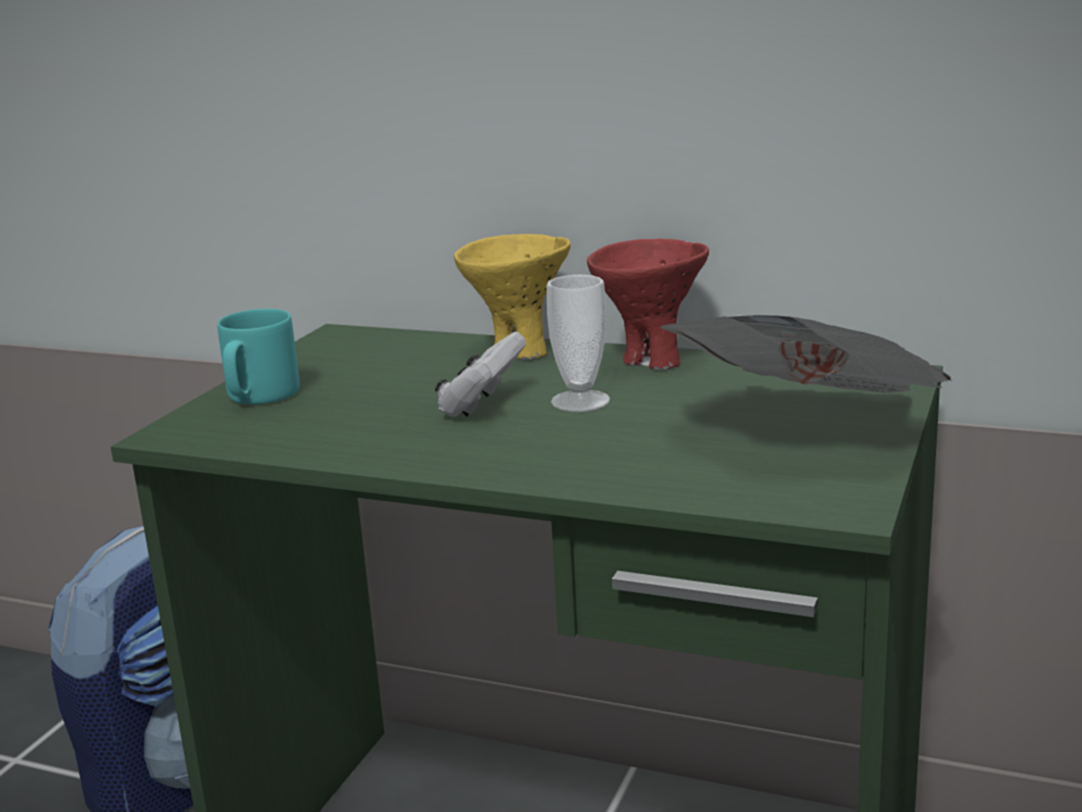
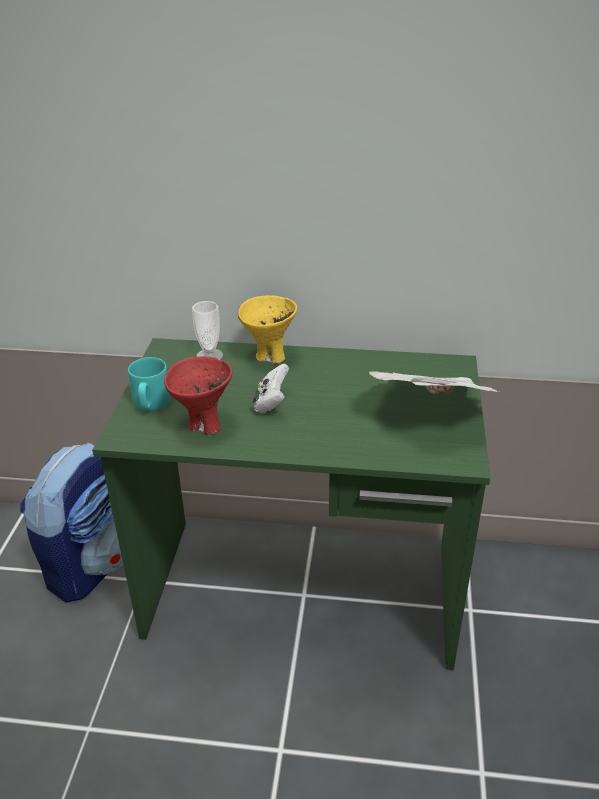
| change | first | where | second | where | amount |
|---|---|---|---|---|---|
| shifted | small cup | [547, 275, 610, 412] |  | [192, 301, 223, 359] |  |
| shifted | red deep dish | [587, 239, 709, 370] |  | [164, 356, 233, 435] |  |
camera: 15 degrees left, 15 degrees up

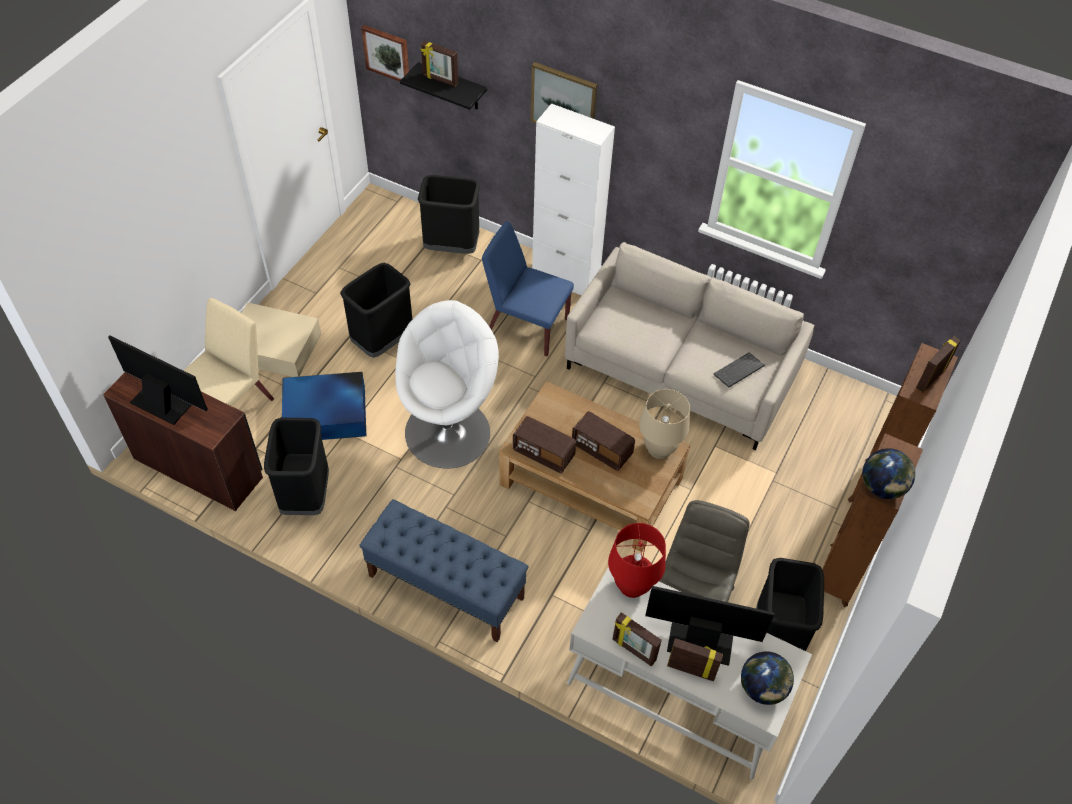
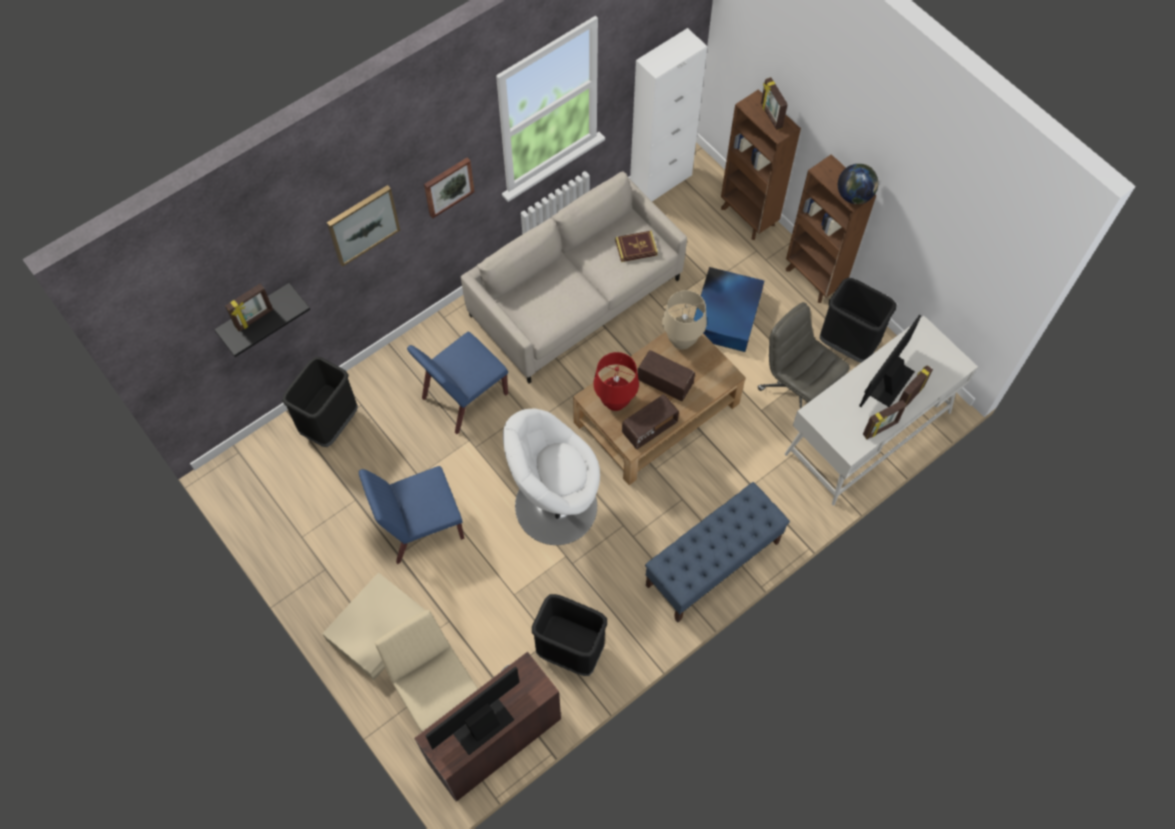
| change | first | where | second | where | amount |
|---|---|---|---|---|---|
| gone | world globe | [741, 652, 794, 705] |  |  |  |
| shifted | blue-coloured storage bin | [282, 372, 366, 440] |  | [693, 267, 764, 352] |  |
| shifted | picture | [361, 25, 409, 81] |  | [424, 157, 474, 218] |  |
| shifted | white cabinet | [532, 103, 615, 296] |  | [630, 28, 707, 201] |  |
| shifted | red table lamp | [608, 523, 666, 598] |  | [594, 352, 639, 411] |  |
| swapped | black-coloured trash can | [340, 263, 412, 358] | blue-coloured plain chair | [359, 466, 464, 564] |  |
| swapped | keyboard | [713, 352, 765, 388] | bound book | [615, 231, 658, 262] |  |
| rotated | white easy chair | [395, 300, 499, 469] |  | [503, 409, 600, 545] | 90 degrees counterclockwise |
| rotated | radio set | [572, 411, 635, 471] |  | [637, 350, 695, 401] | 120 degrees counterclockwise |
camera: 65 degrees left, 10 degrees up

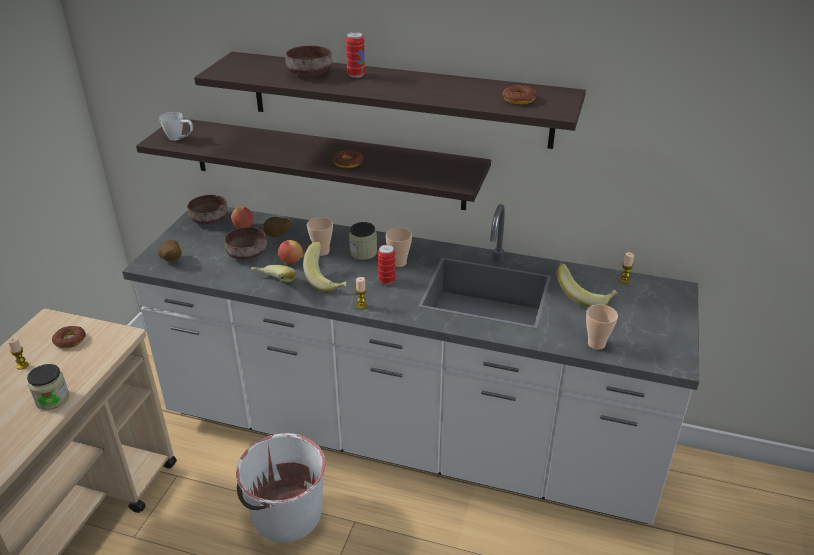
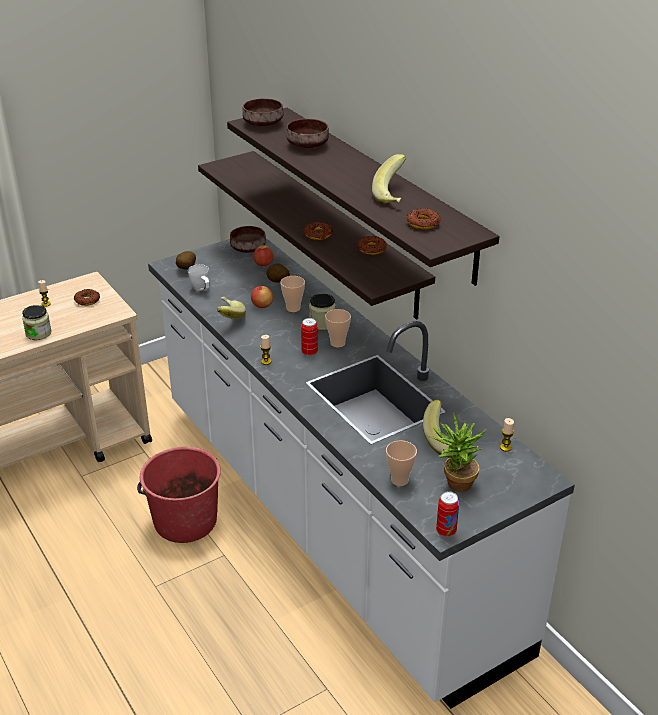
| change | first | where | second | where | amount |
|---|---|---|---|---|---|
| new |  |  | doughnut | [357, 236, 387, 255] |  |
| new |  |  | houseplant | [428, 413, 487, 492] |  |
| shifted | white coffee mug | [159, 112, 193, 141] |  | [188, 264, 210, 291] |  |
| shifted | brown-coloured deep dish | [224, 227, 267, 260] |  | [242, 98, 284, 126] |  |
| shifted | banana | [303, 241, 346, 292] |  | [372, 154, 406, 204] |  |
| shifted | sealed can | [346, 32, 365, 78] |  | [436, 491, 459, 537] |  |
| repainted | white bucket | [236, 433, 326, 543] | red bucket | [137, 447, 221, 543] |  |
camera: 40 degrees right, 0 degrees up

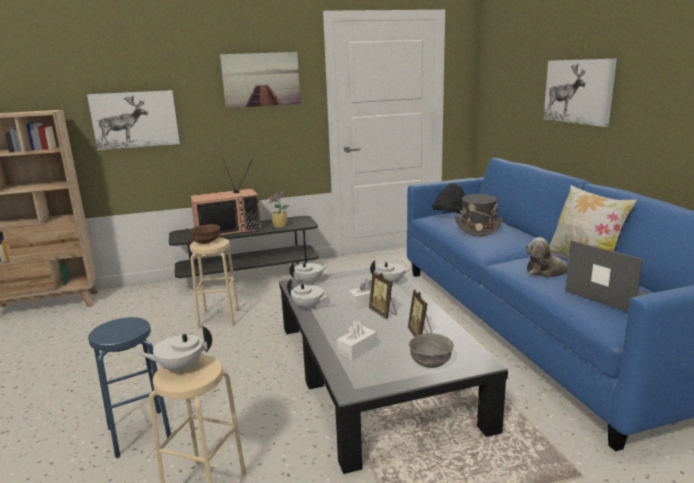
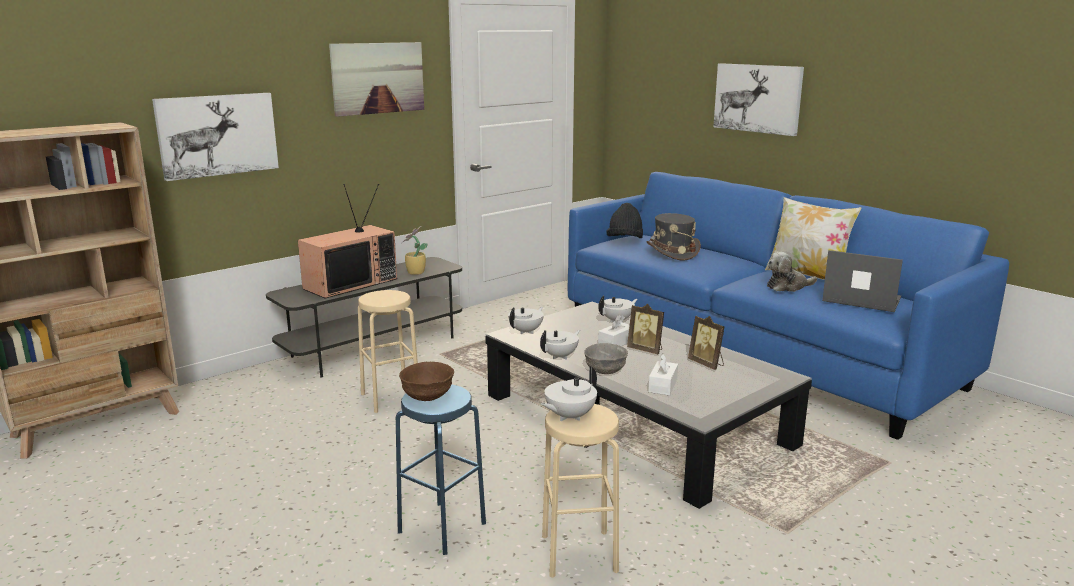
| change | first | where | second | where | amount |
|---|---|---|---|---|---|
| shifted | brown-coloured deep dish | [190, 224, 220, 244] |  | [399, 362, 454, 401] |  |
| shifted | gray deep dish | [409, 333, 454, 368] |  | [584, 343, 628, 374] |  |
| rotated | white tea pot | [287, 279, 330, 311] |  | [540, 330, 580, 360] | 45 degrees counterclockwise |
camera: 25 degrees left, 0 degrees up

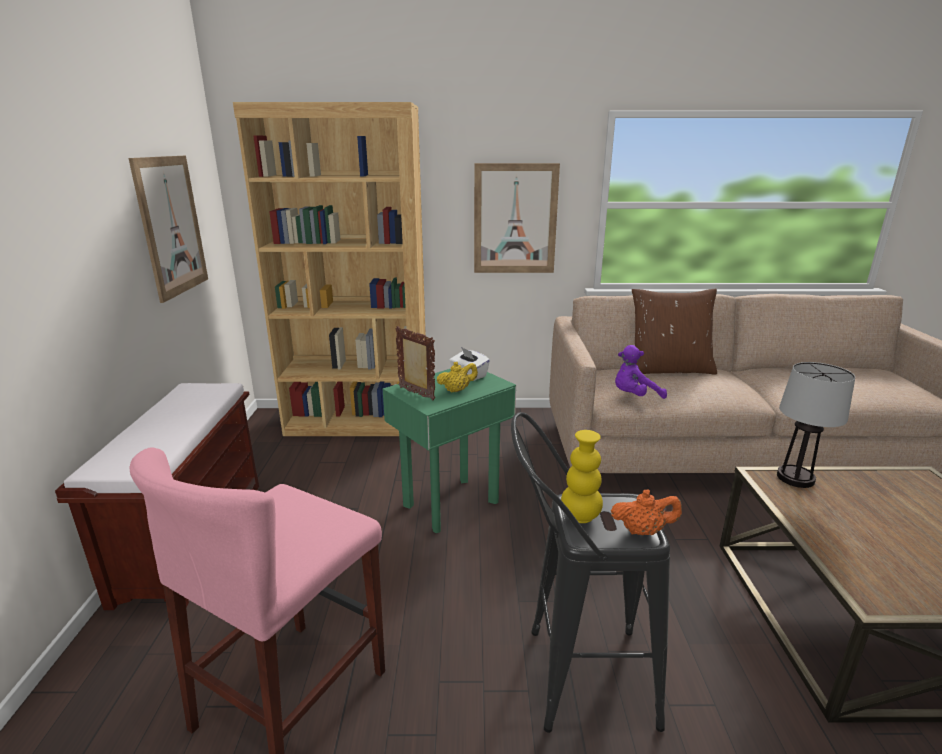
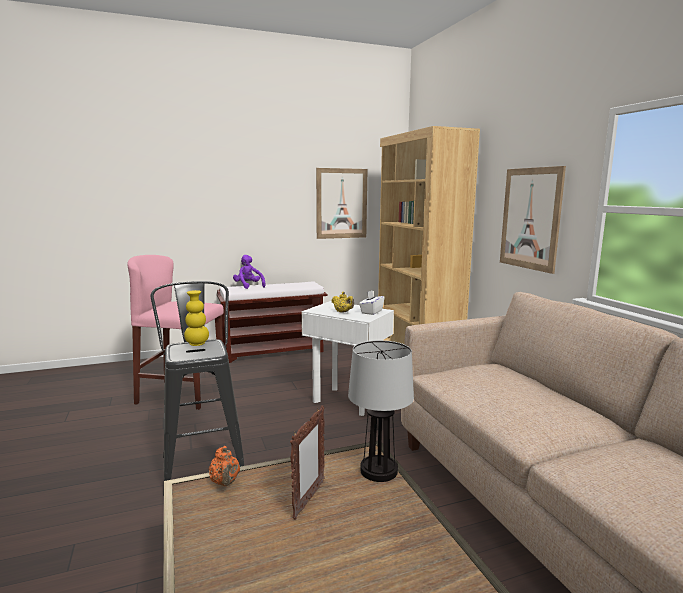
| change | first | where | second | where | amount |
|---|---|---|---|---|---|
| gone | brown-coloured cushion | [632, 289, 717, 374] |  |  |  |
| shifted | photo frame | [395, 326, 435, 400] |  | [290, 405, 325, 520] |  |
| shifted | orangey tea pot | [611, 490, 682, 535] |  | [209, 446, 240, 486] |  |
| shifted | purplish plush toy | [615, 345, 667, 399] |  | [233, 255, 266, 289] |  |
| repainted | greenish side table | [383, 369, 516, 533] | white side table | [301, 301, 394, 416] |  |
camera: 70 degrees right, 10 degrees down

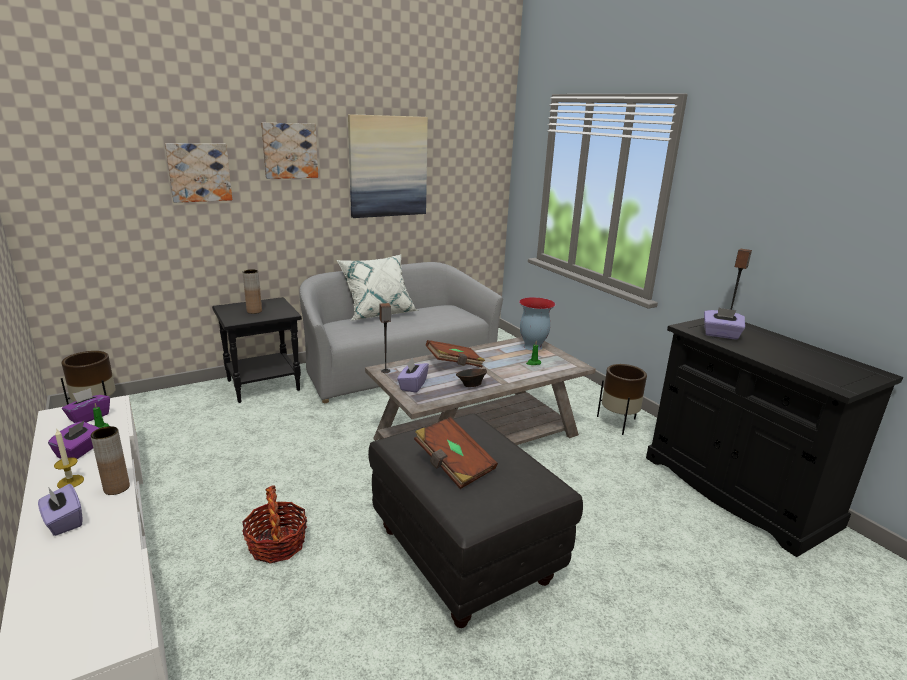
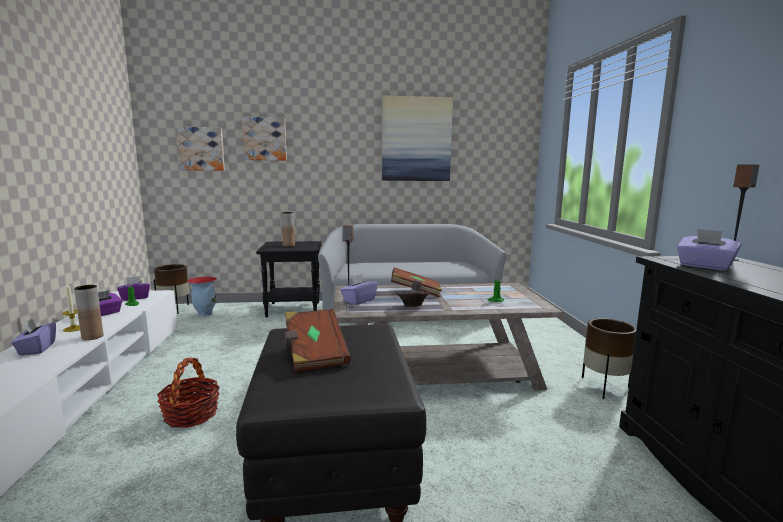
| change | first | where | second | where | amount |
|---|---|---|---|---|---|
| gone | white cushion | [337, 255, 419, 320] |  |  |  |
| shifted | picture | [261, 123, 318, 179] |  | [177, 127, 225, 170] |  |
| shifted | vase | [519, 297, 556, 351] |  | [187, 276, 217, 317] |  |
camera: 25 degrees right, 10 degrees down

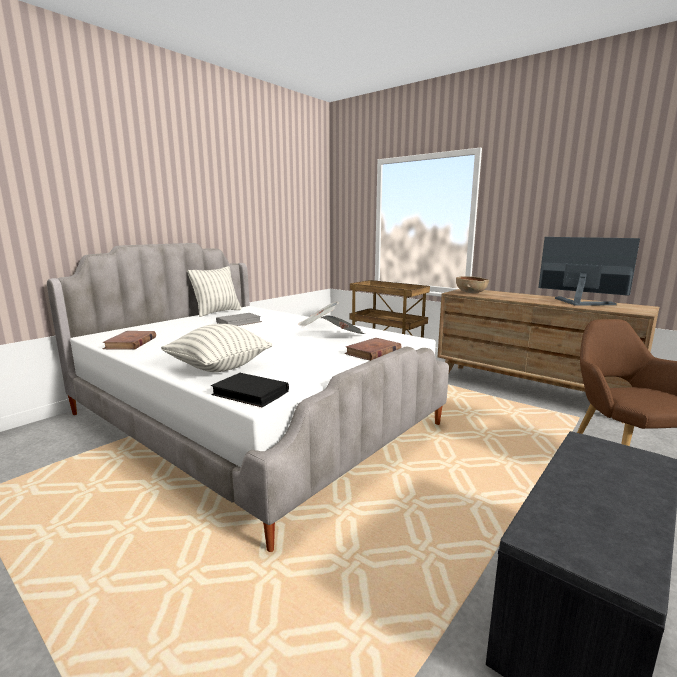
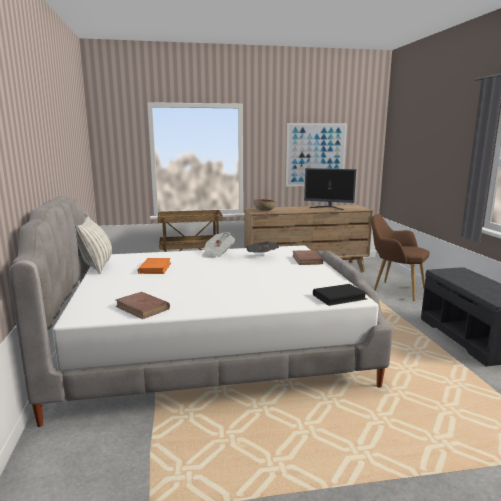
| change | first | where | second | where | amount |
|---|---|---|---|---|---|
| gone | cushion | [161, 324, 272, 372] |  |  |  |
| new |  |  | picture | [286, 123, 347, 187] |  |
| repainted | gray bound book | [216, 313, 262, 326] | orangey bound book | [138, 258, 171, 274] |  |
| rotated | monitor | [538, 237, 640, 306] |  | [304, 168, 356, 210] | 150 degrees counterclockwise |
camera: 50 degrees left, 0 degrees up

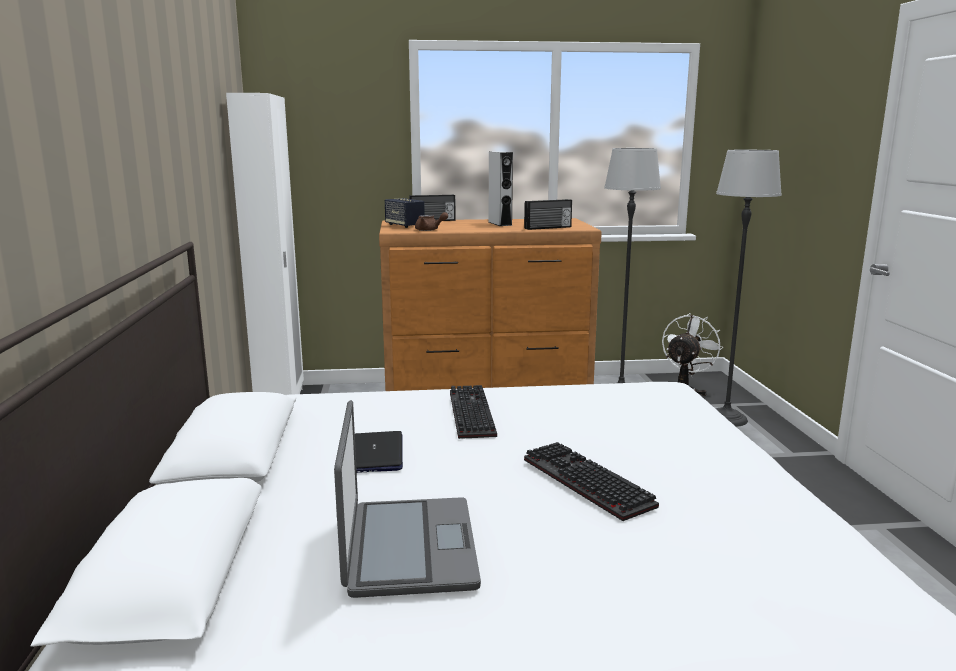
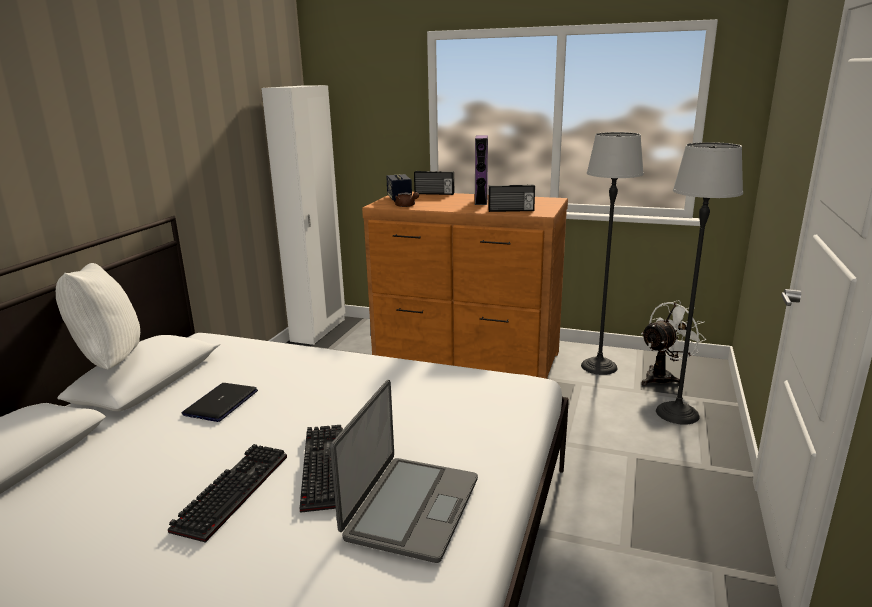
| change | first | where | second | where | amount |
|---|---|---|---|---|---|
| new |  |  | white cushion | [56, 263, 140, 369] |  |
| shifted | laptop | [334, 400, 481, 598] |  | [330, 380, 478, 563] |  |
| shifted | keyboard | [450, 385, 497, 439] |  | [168, 444, 287, 543] |  |
| repainted | gray speaker | [489, 151, 513, 226] | purplish speaker | [475, 135, 488, 205] |  |
camera: 25 degrees right, 5 degrees up

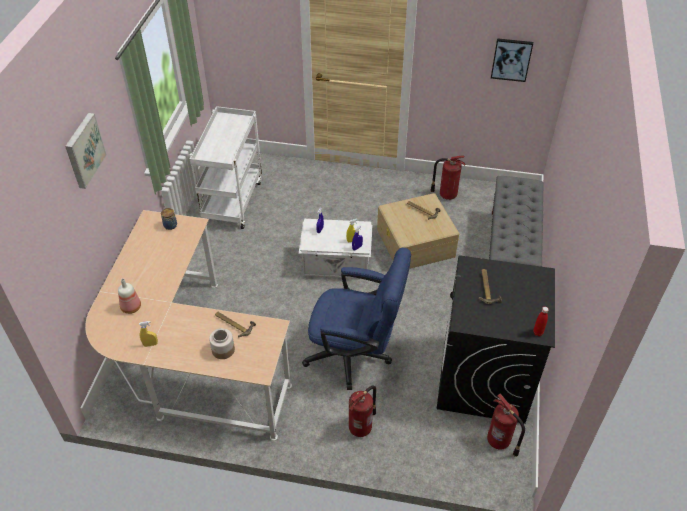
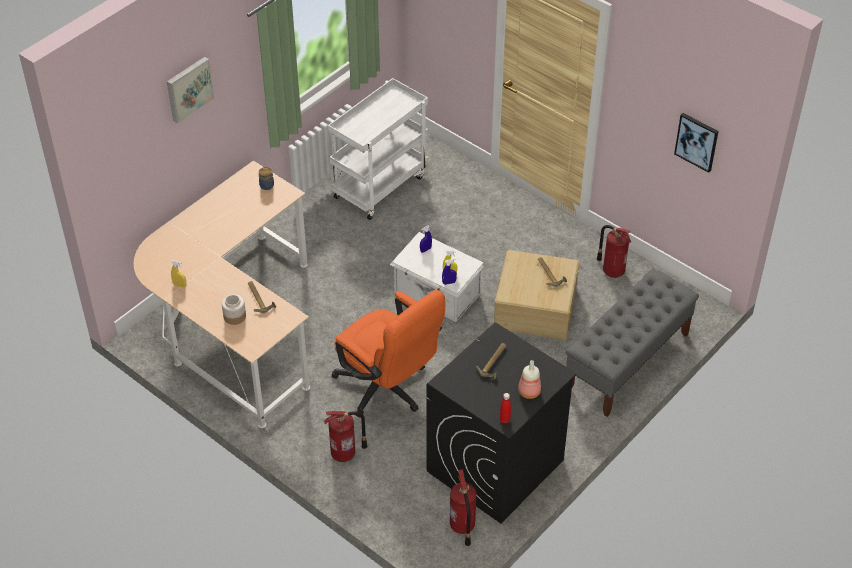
| change | first | where | second | where | amount |
|---|---|---|---|---|---|
| shifted | beverage bottle | [118, 278, 141, 314] |  | [518, 360, 541, 399] |  |
| repainted | blue-coloured office chair | [302, 247, 411, 390] | orangey office chair | [331, 290, 446, 418] |  |
camera: 30 degrees right, 0 degrees up

